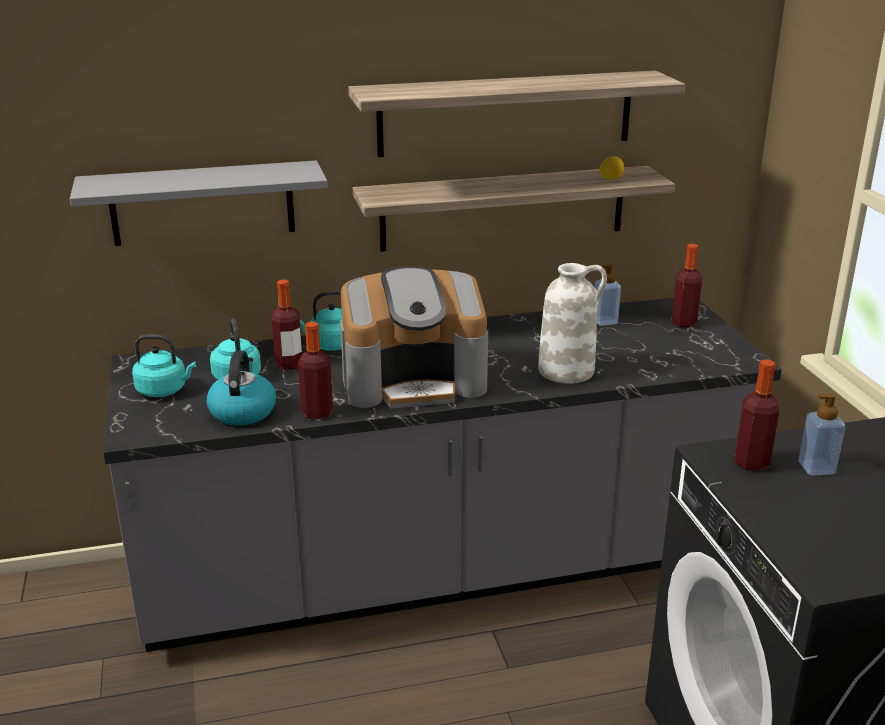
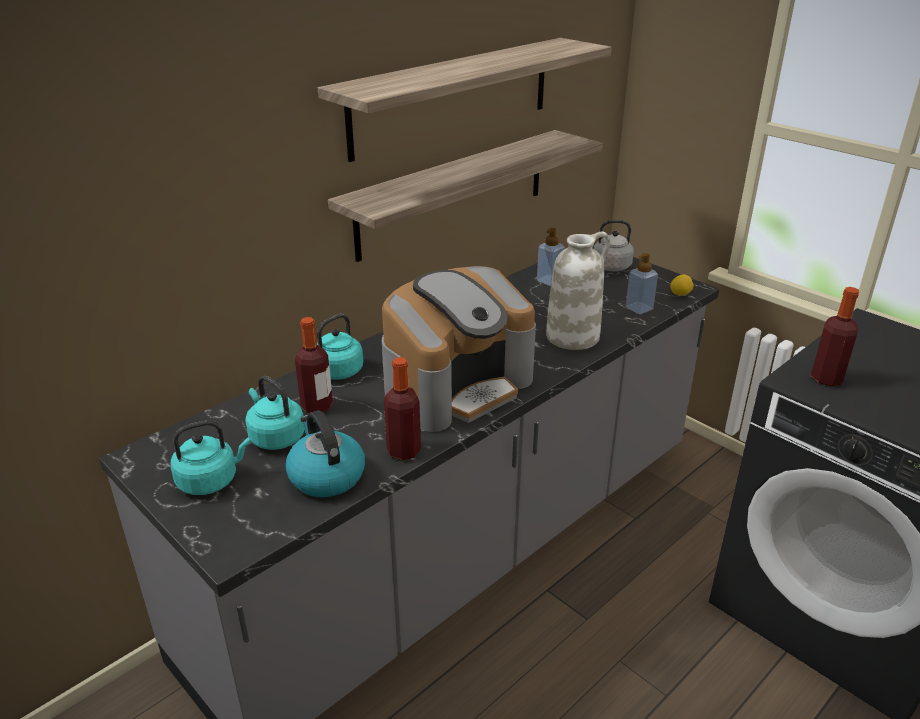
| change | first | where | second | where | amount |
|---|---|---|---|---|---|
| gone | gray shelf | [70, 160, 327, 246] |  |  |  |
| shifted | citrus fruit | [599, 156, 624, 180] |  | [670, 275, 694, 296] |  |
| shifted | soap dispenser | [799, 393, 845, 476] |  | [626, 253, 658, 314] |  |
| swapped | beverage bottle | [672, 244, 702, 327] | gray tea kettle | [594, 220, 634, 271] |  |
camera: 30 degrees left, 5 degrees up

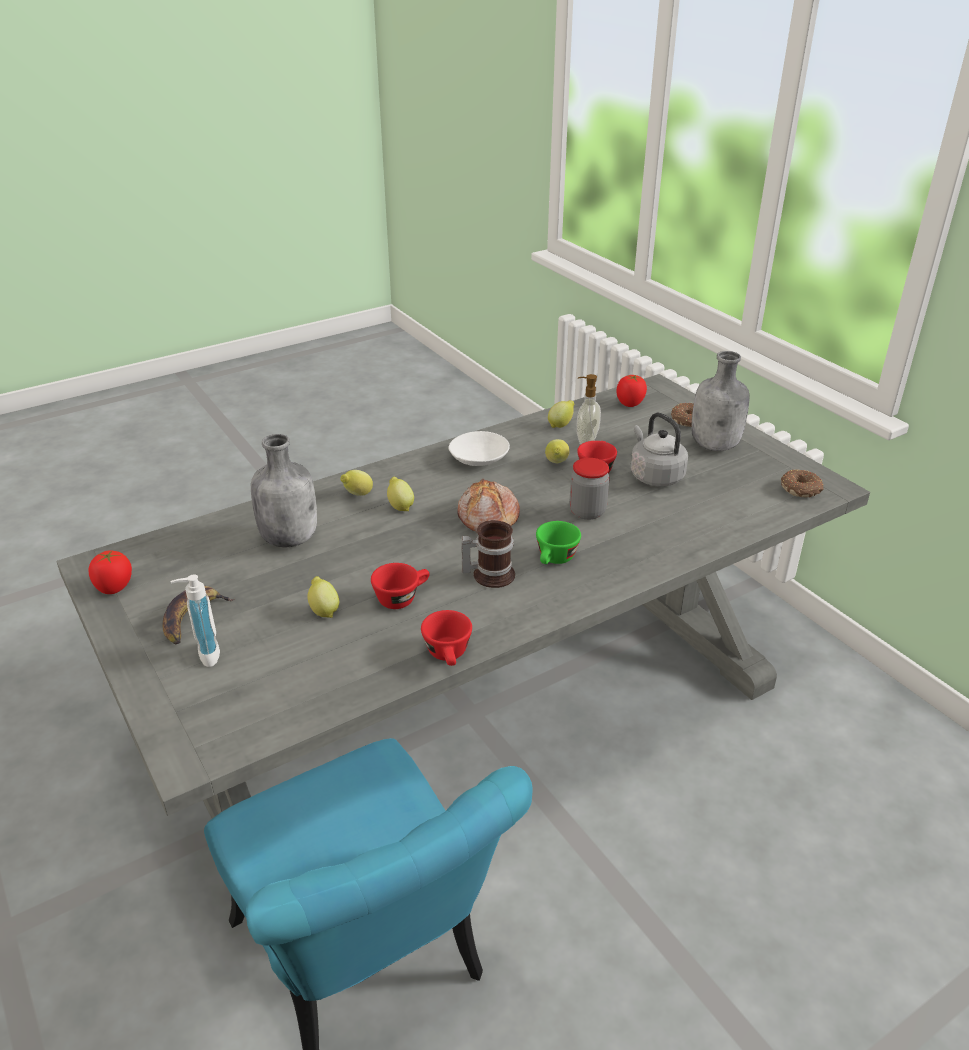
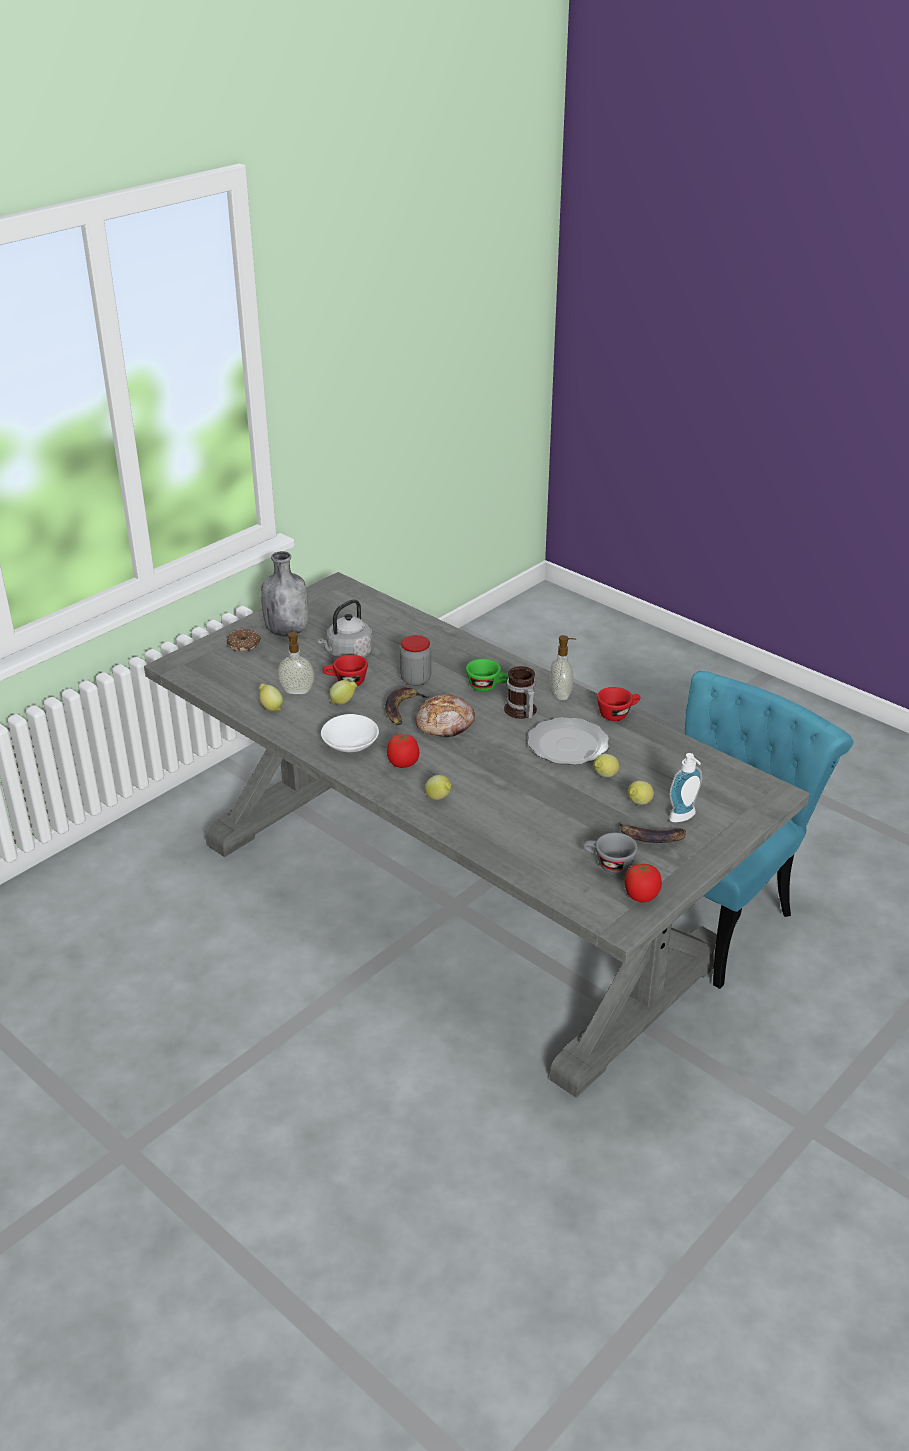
| change | first | where | second | where | amount |
|---|---|---|---|---|---|
| gone | gray beverage bottle | [251, 434, 317, 547] |  |  |  |
| gone | doughnut | [781, 469, 823, 498] |  |  |  |
| new |  |  | banana | [385, 686, 429, 725] |  |
| new |  |  | soap dispenser | [550, 635, 576, 700] |  |
| new |  |  | gray small cup | [583, 833, 638, 874] |  |
| shifted | citrus fruit | [387, 477, 414, 511] |  | [628, 781, 654, 805] |  |
| shifted | fresh tomato | [616, 375, 647, 407] |  | [387, 732, 419, 768] |  |
| swapped | red small cup | [371, 563, 430, 609] | dinner plate | [528, 717, 609, 765] |  |
camera: 105 degrees left, 0 degrees up

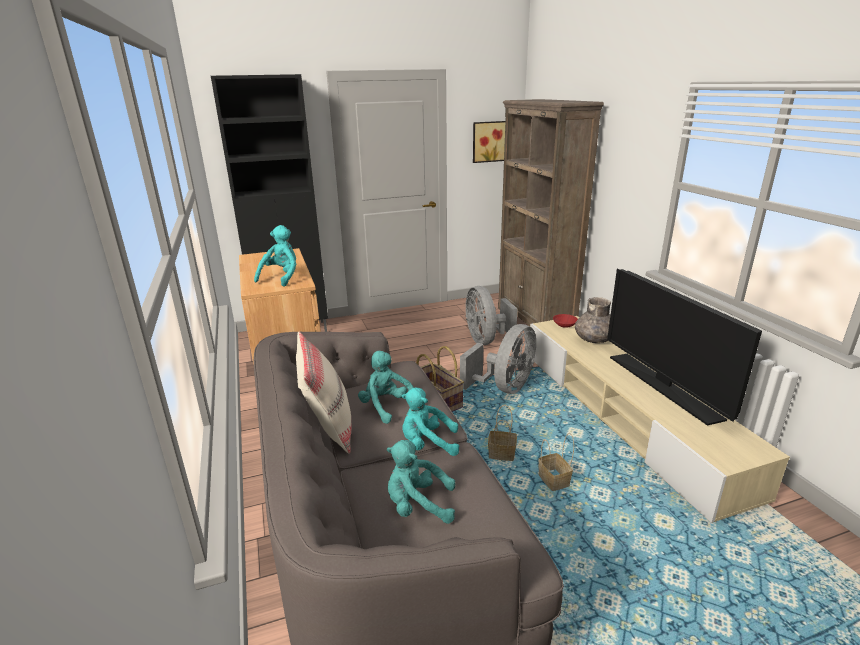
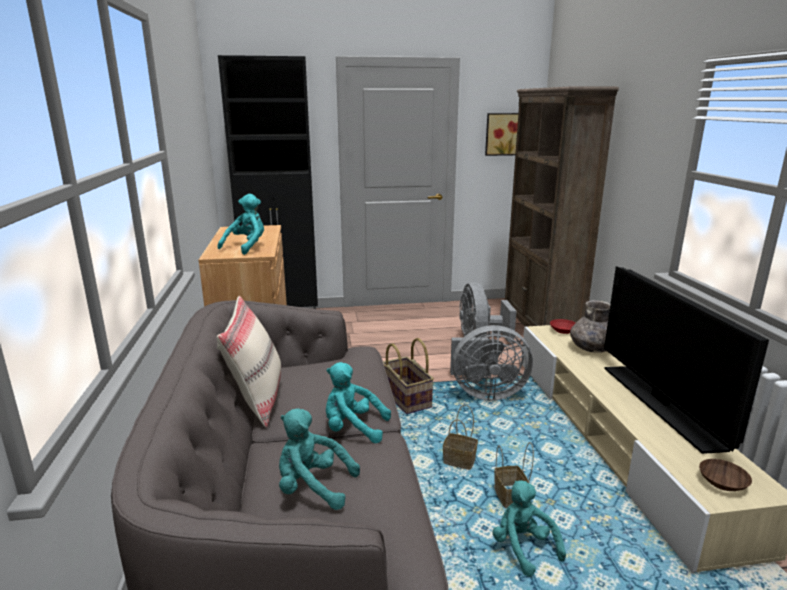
| change | first | where | second | where | amount |
|---|---|---|---|---|---|
| new |  |  | brown-coloured deep dish | [699, 459, 752, 491] |  |
| shifted | turquoise-coloured plush toy | [358, 351, 414, 424] |  | [493, 481, 566, 577] |  |
| rotated | gray fan | [460, 324, 536, 394] |  | [450, 325, 533, 401] | 45 degrees clockwise |
camera: 10 degrees right, 5 degrees down

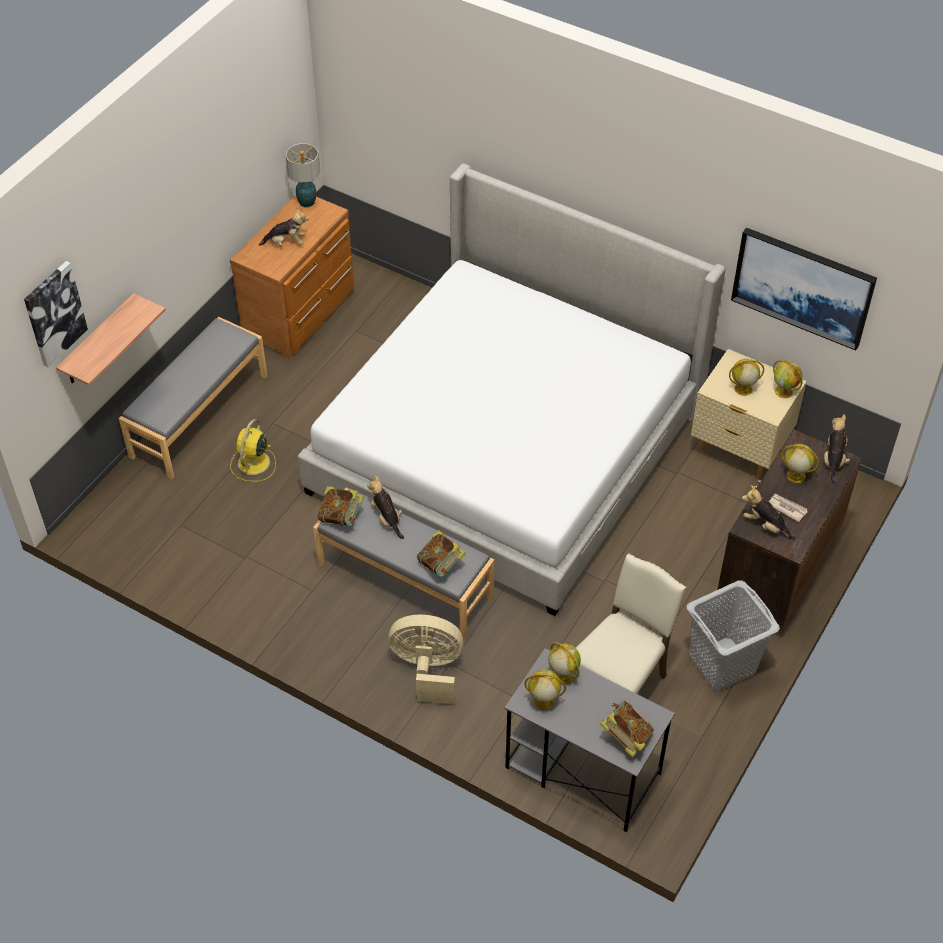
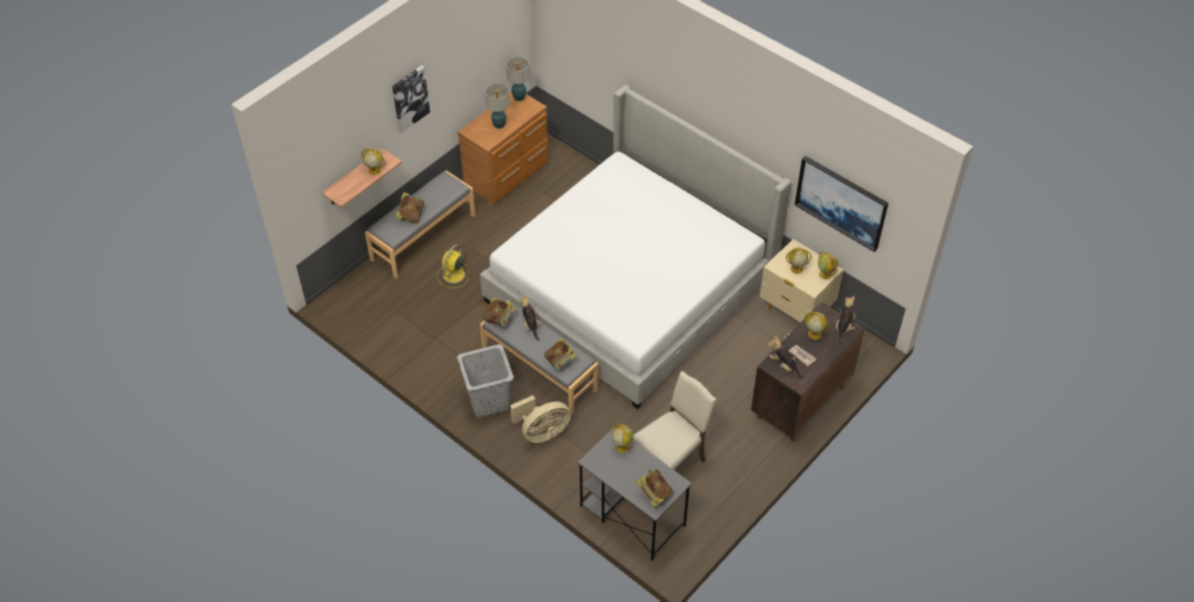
| change | first | where | second | where | amount |
|---|---|---|---|---|---|
| new |  |  | bound book | [395, 192, 424, 224] |  |
| shifted | picture | [24, 261, 88, 367] |  | [392, 66, 430, 133] |  |
| shifted | world globe | [524, 669, 566, 710] |  | [361, 148, 385, 175] |  |
| shifted | gray hamper | [687, 580, 780, 691] |  | [457, 344, 514, 417] |  |
| swapped | plush toy | [259, 208, 309, 246] | table lamp | [485, 83, 509, 129] |  |
| rotated | beige fan | [388, 615, 463, 704] |  | [510, 395, 571, 443] | 135 degrees clockwise |
camera: 10 degrees right, 0 degrees up

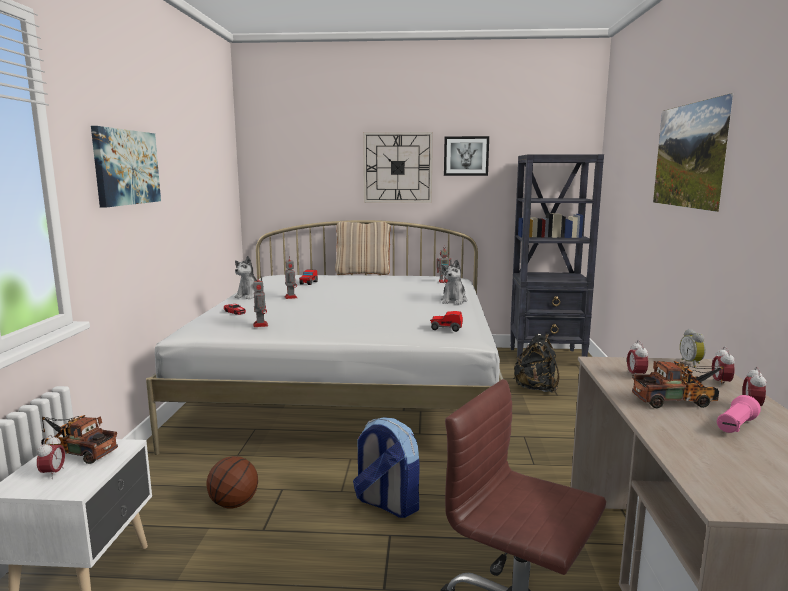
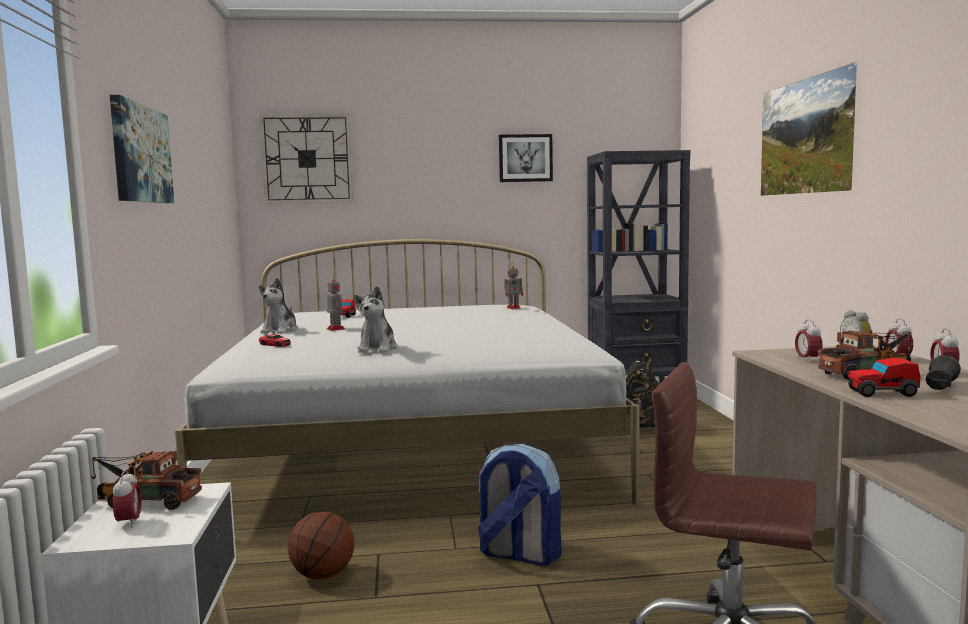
| change | first | where | second | where | amount |
|---|---|---|---|---|---|
| gone | model robot | [253, 280, 268, 327] |  |  |  |
| gone | beige cushion | [335, 222, 391, 275] |  |  |  |
| shifted | clock on the wall | [363, 132, 433, 203] |  | [259, 114, 353, 204] |  |
| shifted | miniature car | [430, 311, 463, 332] |  | [847, 358, 920, 397] |  |
| shifted | plush toy | [440, 260, 468, 304] |  | [353, 286, 398, 353] |  |
| repainted | pink-coloured hand torch | [717, 395, 761, 433] | black-coloured hand torch | [926, 355, 961, 390] |  |
camera: 10 degrees left, 5 degrees down

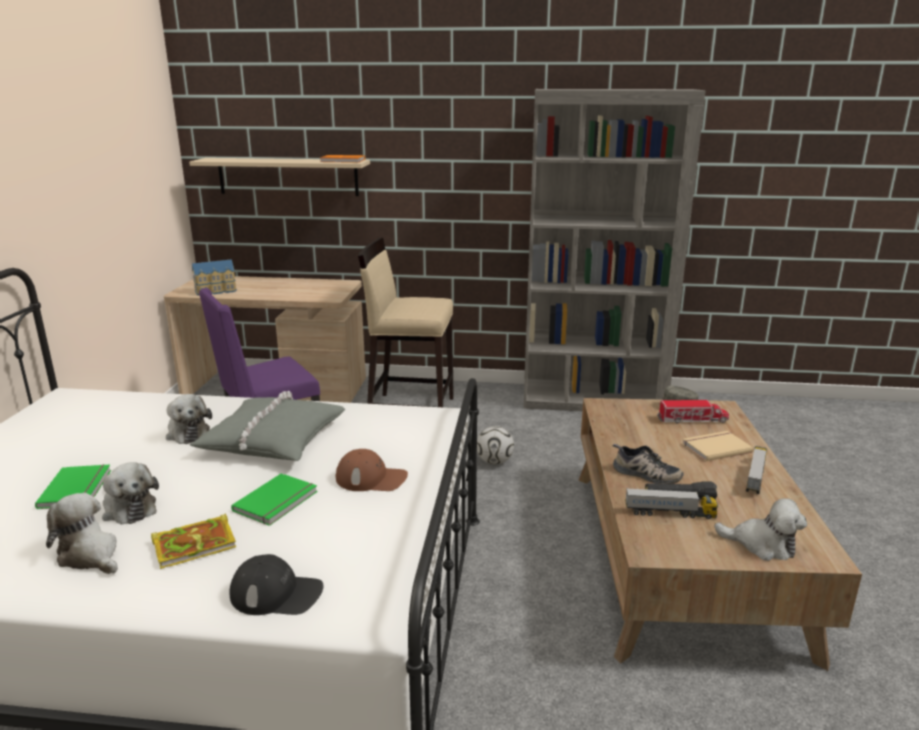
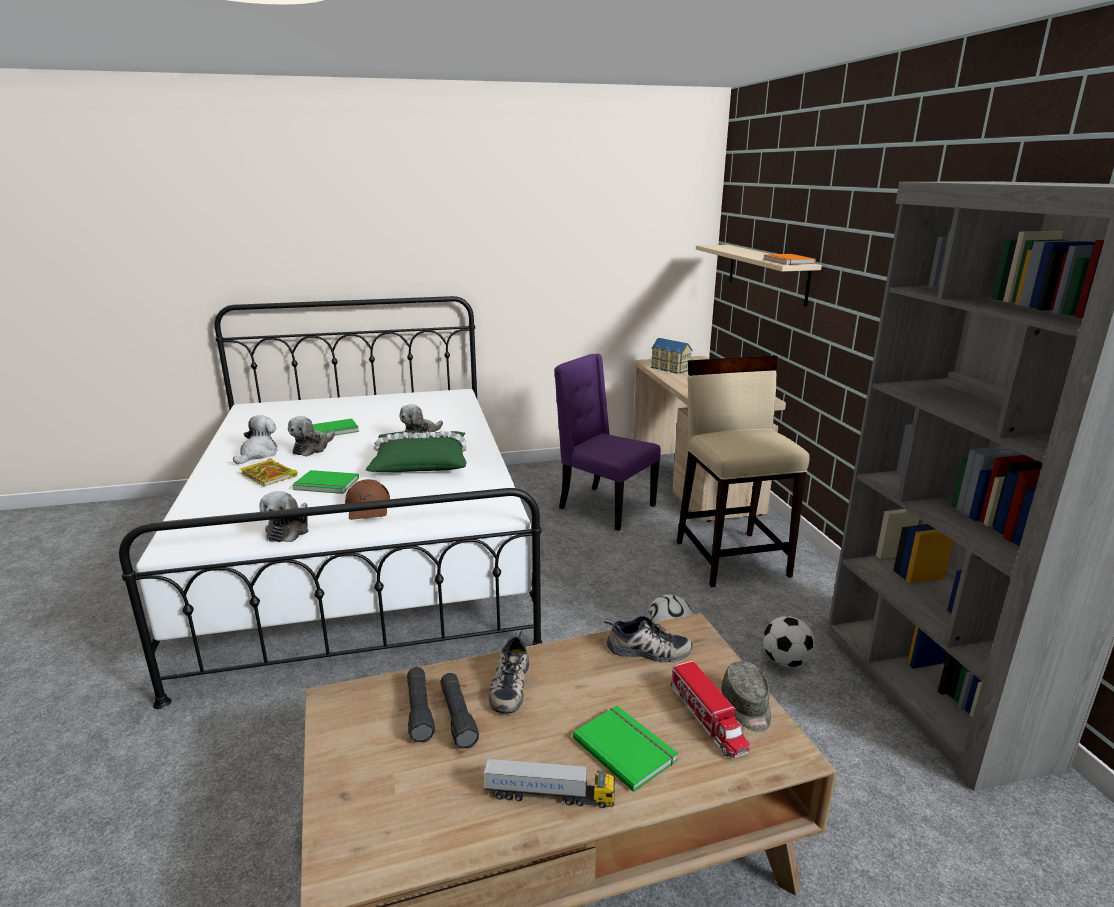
| change | first | where | second | where | amount |
|---|---|---|---|---|---|
| gone | black-coloured baseball cap | [229, 554, 323, 615] |  |  |  |
| new |  |  | low shoe | [604, 616, 693, 663] |  |
| new |  |  | football ball | [763, 616, 815, 667] |  |
| shifted | plush toy | [714, 499, 807, 561] |  | [260, 491, 309, 542] |  |
| swapped | model truck | [625, 488, 718, 519] | black-coloured hand torch | [407, 667, 435, 742] |  |
| repainted | gray cushion | [190, 391, 345, 461] | greenish cushion | [366, 431, 467, 472] |  |
| repainted | beige bound book | [682, 431, 753, 461] | greenish bound book | [573, 705, 678, 792] |  |
camera: 70 degrees right, 0 degrees up

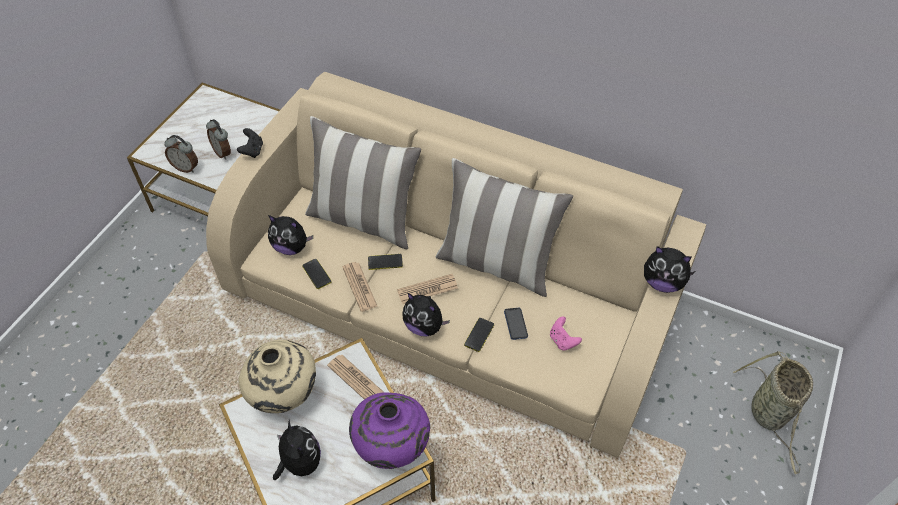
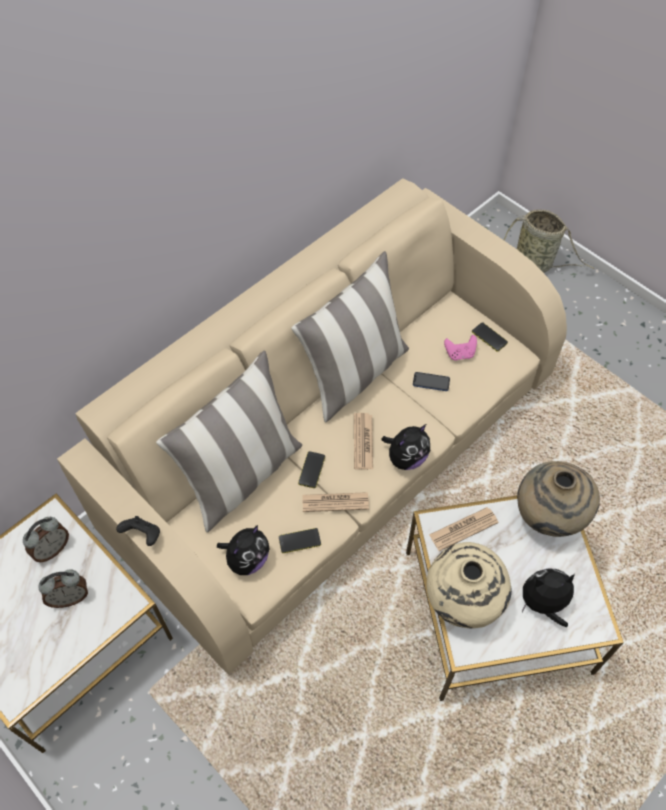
| change | first | where | second | where | amount |
|---|---|---|---|---|---|
| gone | plush toy | [644, 246, 695, 293] |  |  |  |
| shifted | table clock | [164, 135, 198, 173] |  | [23, 517, 69, 562] |  |
| shifted | phone | [464, 318, 494, 352] |  | [472, 322, 508, 352] |  |
| repainted | purplish vase | [349, 393, 430, 469] | beige vase | [517, 461, 600, 537] |  |
camera: 70 degrees left, 5 degrees up

